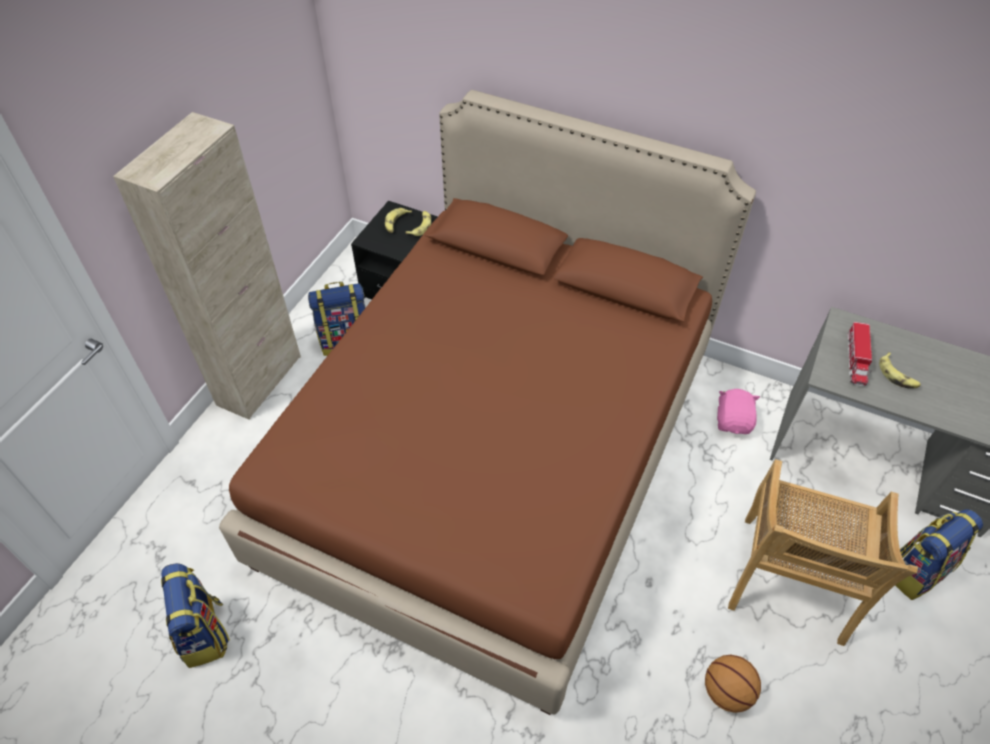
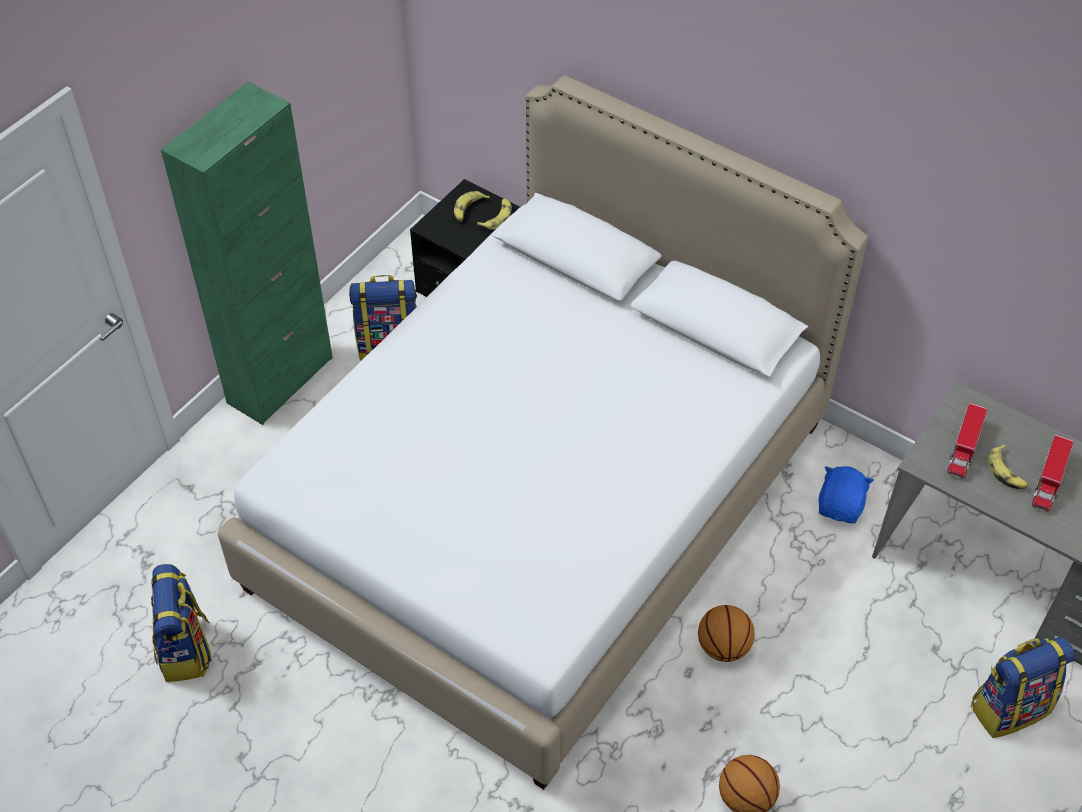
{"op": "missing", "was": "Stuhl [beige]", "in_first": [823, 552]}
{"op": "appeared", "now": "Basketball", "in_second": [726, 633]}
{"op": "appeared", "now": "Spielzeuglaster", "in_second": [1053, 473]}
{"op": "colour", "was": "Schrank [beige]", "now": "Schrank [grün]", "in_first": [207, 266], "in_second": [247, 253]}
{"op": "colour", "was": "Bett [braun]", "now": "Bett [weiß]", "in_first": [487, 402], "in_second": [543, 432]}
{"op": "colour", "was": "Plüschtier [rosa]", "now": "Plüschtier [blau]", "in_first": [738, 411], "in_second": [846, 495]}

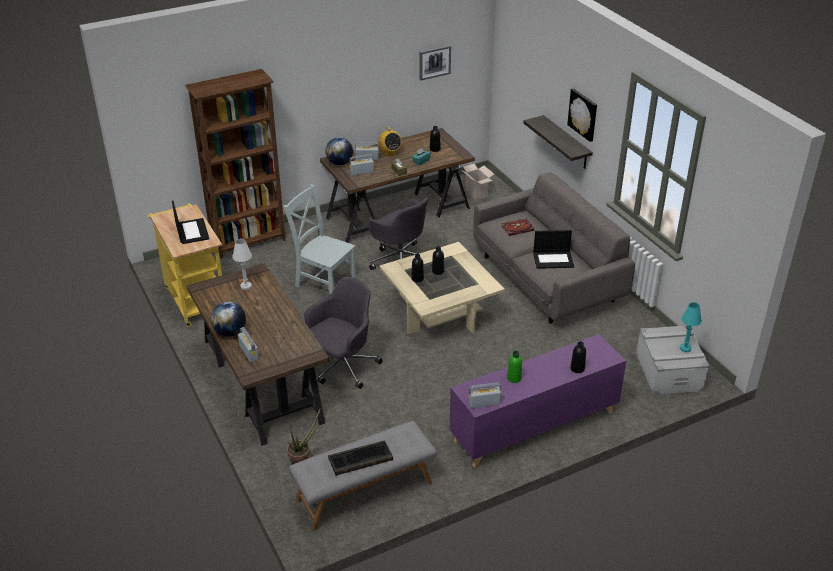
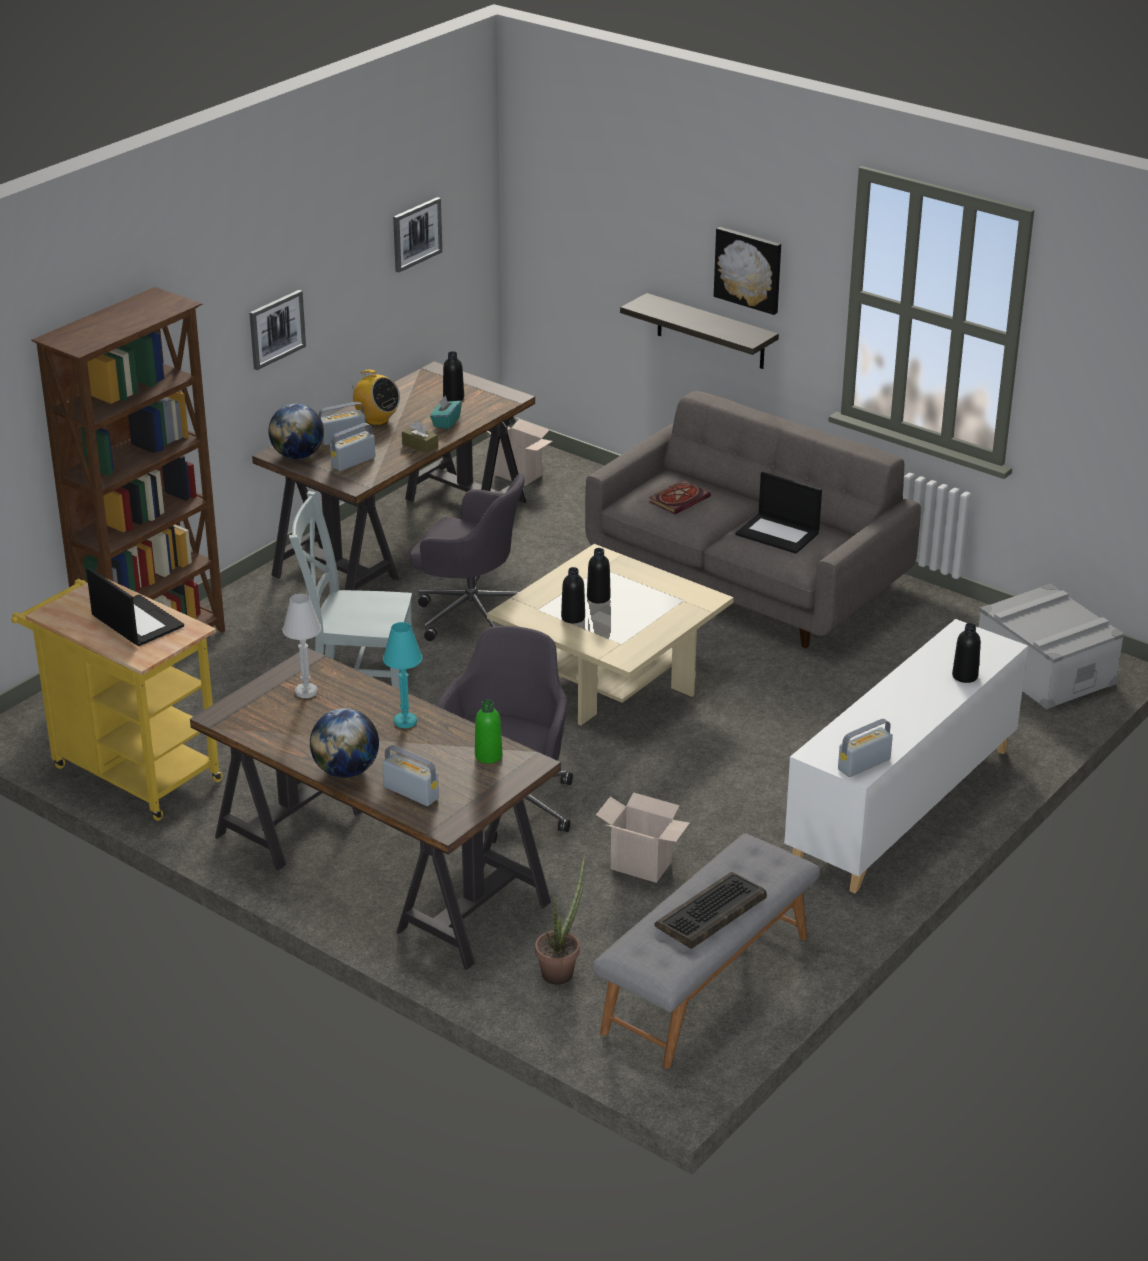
{"op": "appeared", "now": "Bild", "in_second": [277, 330]}
{"op": "appeared", "now": "Karton", "in_second": [643, 837]}
{"op": "relocated", "was": "Flasche [grün]", "in_first": [514, 367], "in_second": [488, 732]}
{"op": "relocated", "was": "Tischlampe [türkis]", "in_first": [691, 327], "in_second": [402, 675]}
{"op": "colour", "was": "Schrank [lila]", "now": "Schrank [weiß]", "in_first": [537, 400], "in_second": [906, 756]}
{"op": "spun", "was": "Laptop", "in_first": [553, 249], "in_second": [778, 513], "clockwise": 60}

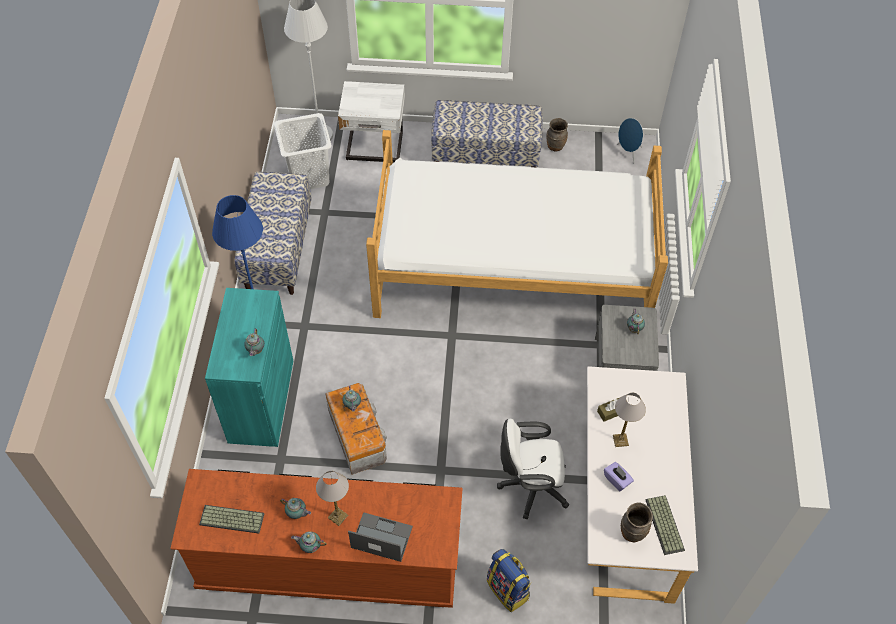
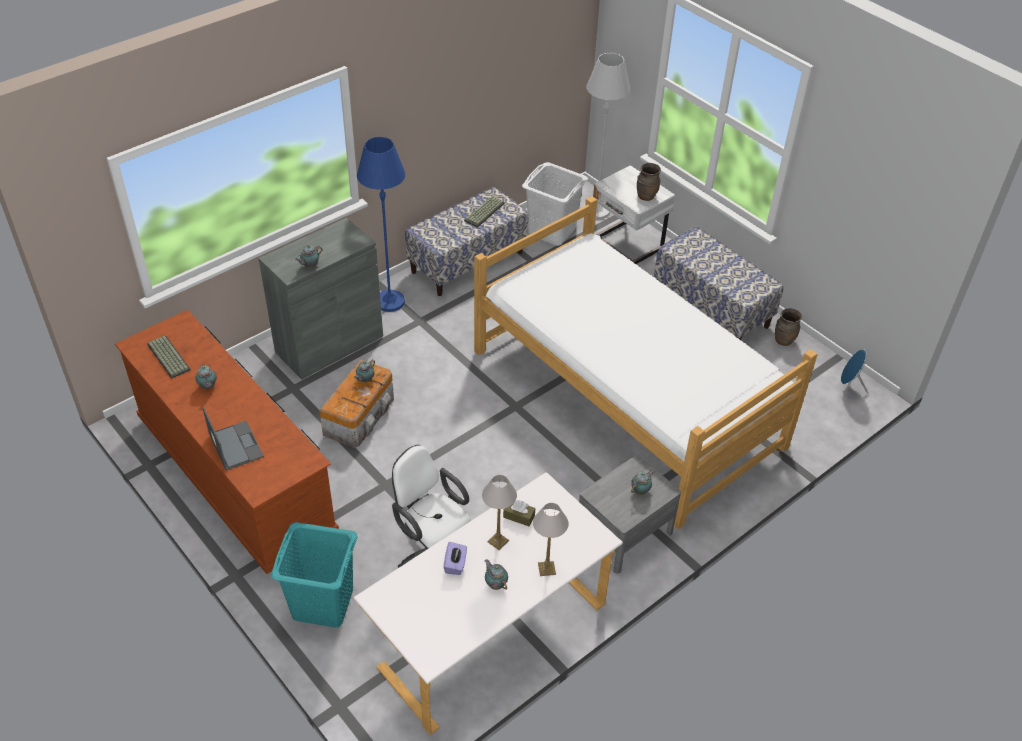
{"op": "relocated", "was": "Teekanne", "in_first": [309, 542], "in_second": [496, 574]}
{"op": "relocated", "was": "Tischlampe", "in_first": [332, 498], "in_second": [551, 539]}
{"op": "relocated", "was": "Vase [braun]", "in_first": [637, 522], "in_second": [649, 182]}
{"op": "relocated", "was": "Tastatur", "in_first": [665, 525], "in_second": [484, 211]}
{"op": "exchanged", "was": "Rucksack", "now": "Wäschekorb [türkis]", "in_first": [509, 580], "in_second": [314, 575]}
{"op": "colour", "was": "Schrank [türkis]", "now": "Schrank [grau]", "in_first": [249, 367], "in_second": [320, 299]}

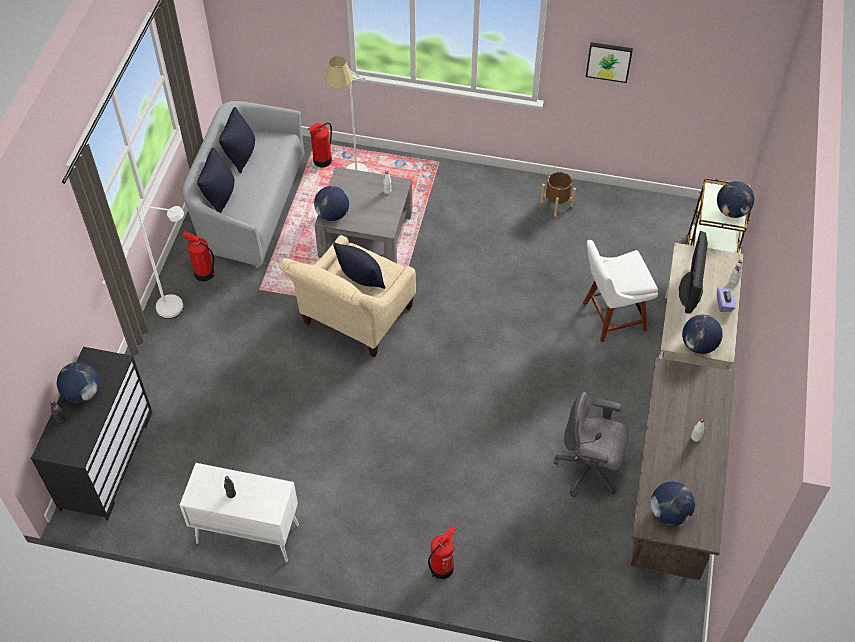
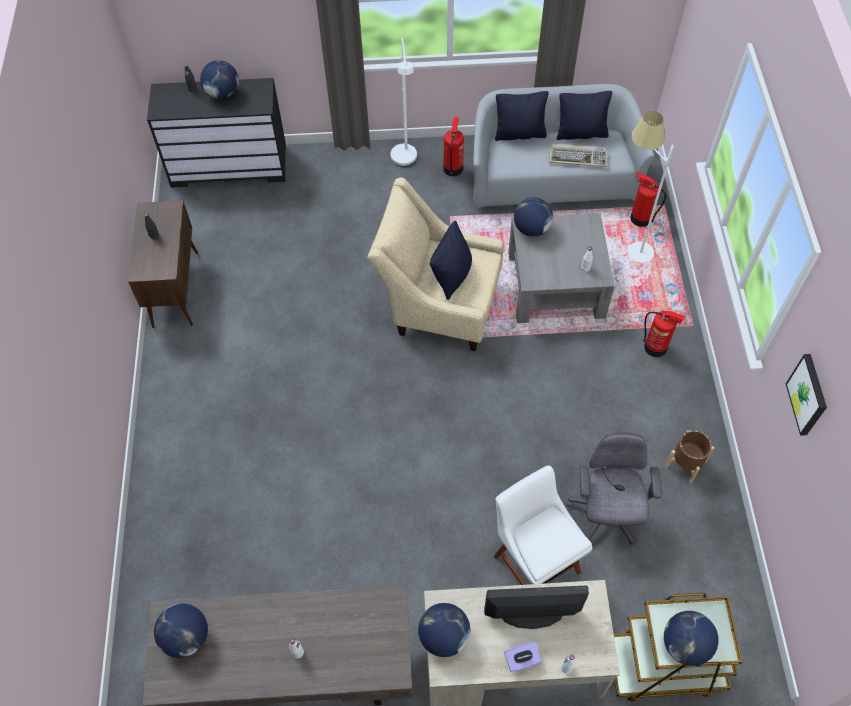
{"op": "appeared", "now": "Tastatur", "in_second": [578, 155]}
{"op": "relocated", "was": "Feuerlöscher", "in_first": [442, 552], "in_second": [664, 333]}
{"op": "relocated", "was": "Bürostuhl [grau]", "in_first": [591, 444], "in_second": [614, 488]}
{"op": "colour", "was": "Schrank [weiß]", "now": "Schrank [braun]", "in_first": [239, 512], "in_second": [163, 264]}

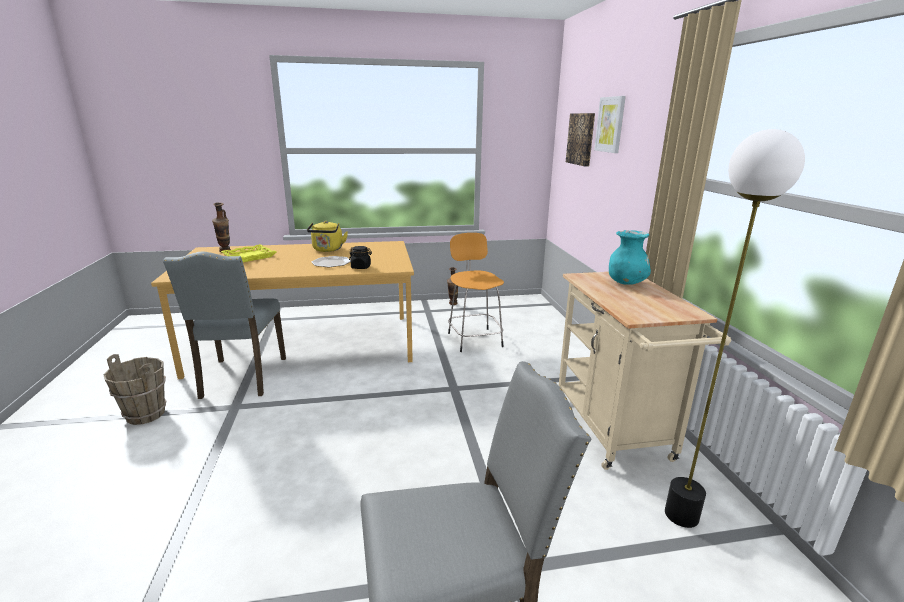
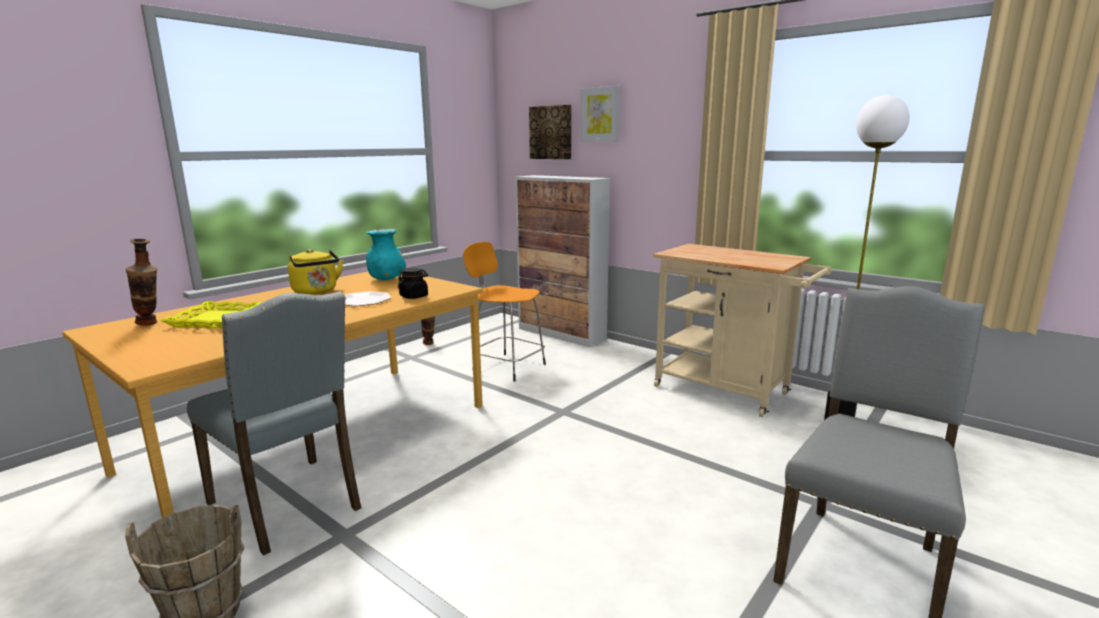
{"op": "appeared", "now": "Schrank", "in_second": [562, 261]}
{"op": "relocated", "was": "Vase [türkis]", "in_first": [630, 257], "in_second": [386, 254]}

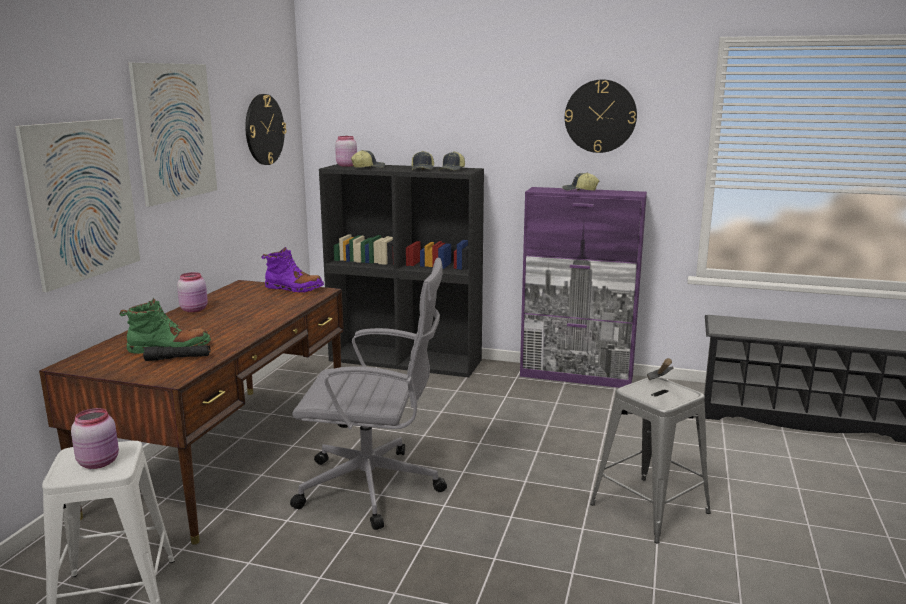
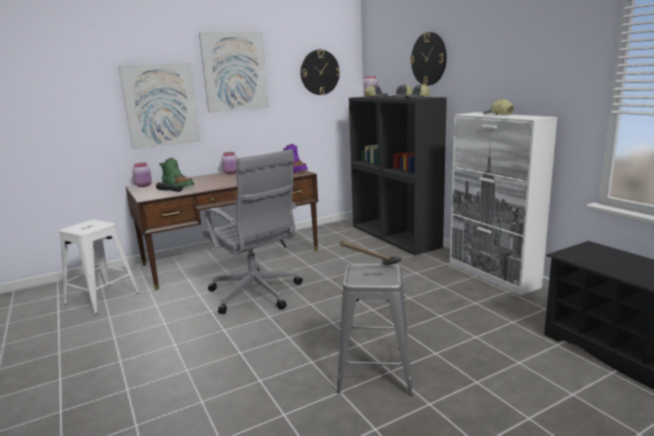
{"op": "relocated", "was": "Vorratsglas [rosa]", "in_first": [95, 438], "in_second": [142, 175]}
{"op": "relocated", "was": "Wanduhr", "in_first": [601, 116], "in_second": [428, 59]}
{"op": "colour", "was": "Schrank [lila]", "now": "Schrank [weiß]", "in_first": [583, 287], "in_second": [503, 203]}

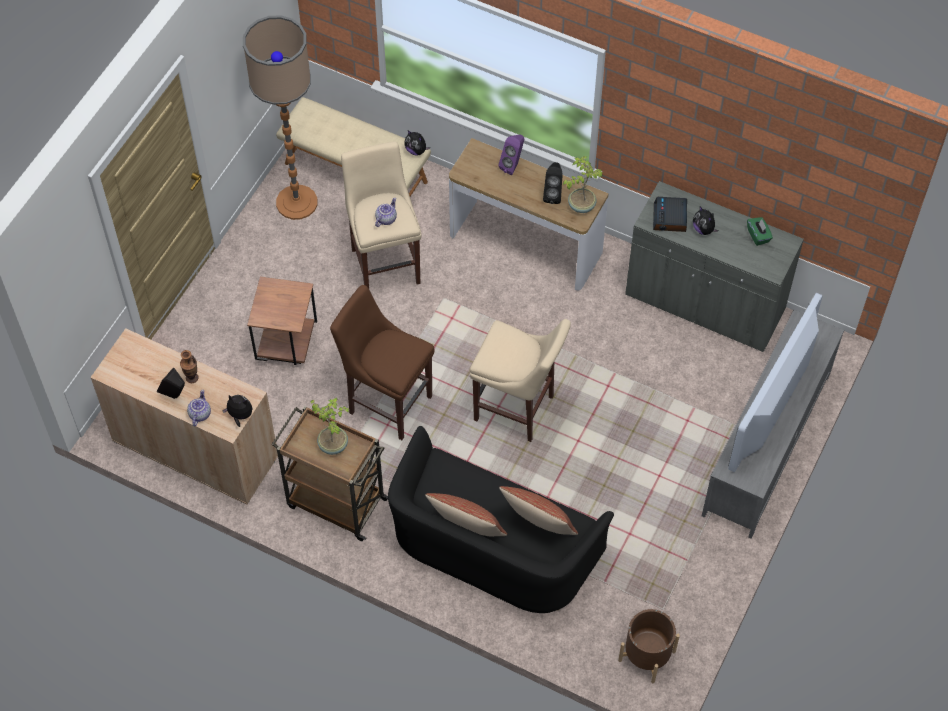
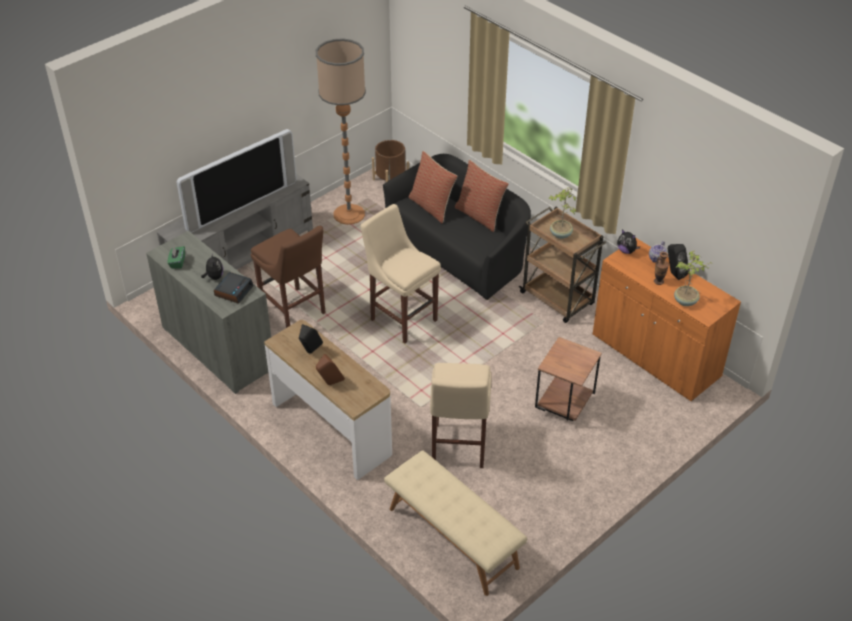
{"op": "missing", "was": "Teekanne", "in_first": [386, 212]}
{"op": "missing", "was": "Plüschtier", "in_first": [417, 143]}
{"op": "relocated", "was": "Stehlampe", "in_first": [280, 117], "in_second": [341, 131]}
{"op": "relocated", "was": "Hocker [braun]", "in_first": [382, 362], "in_second": [288, 277]}
{"op": "relocated", "was": "Topfpflanze", "in_first": [583, 184], "in_second": [693, 278]}
{"op": "colour", "was": "Schrank [beige]", "now": "Schrank [orange]", "in_first": [184, 416], "in_second": [667, 320]}
{"op": "colour", "was": "Lautsprecher [lila]", "now": "Lautsprecher [braun]", "in_first": [511, 154], "in_second": [330, 369]}

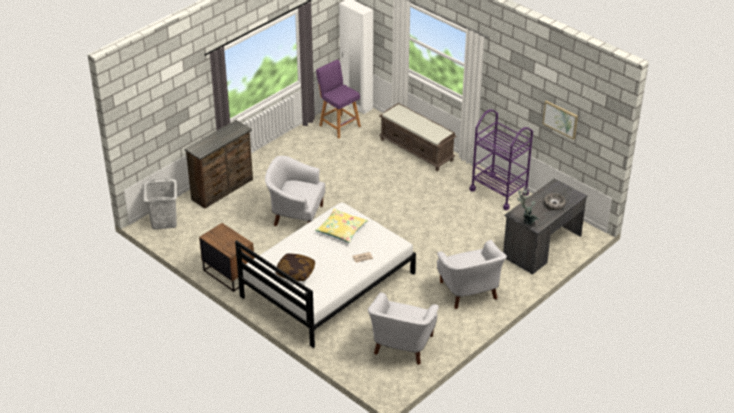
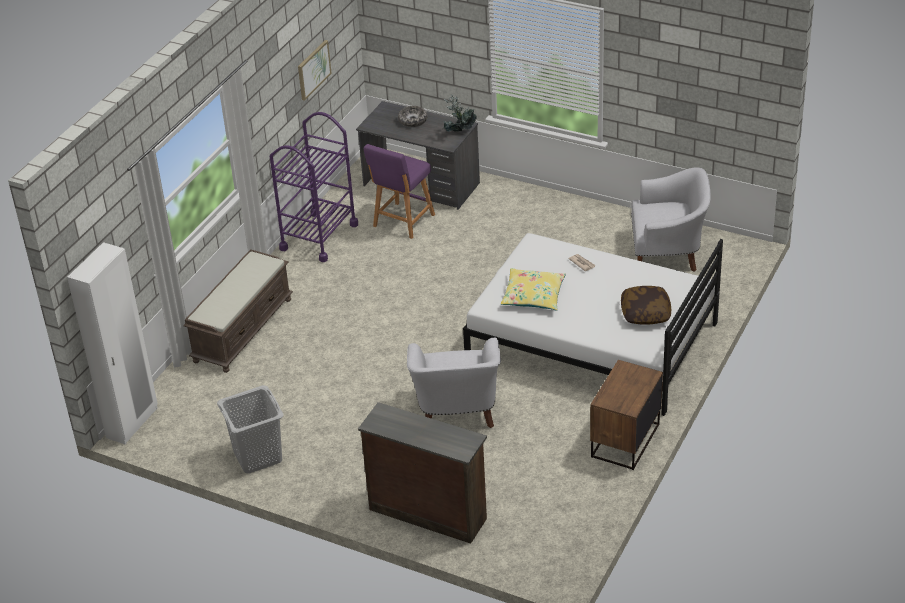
{"op": "missing", "was": "Sessel [weiß]", "in_first": [472, 274]}
{"op": "relocated", "was": "Wäschekorb [grau]", "in_first": [160, 203], "in_second": [250, 429]}
{"op": "relocated", "was": "Hocker [lila]", "in_first": [338, 98], "in_second": [399, 191]}

